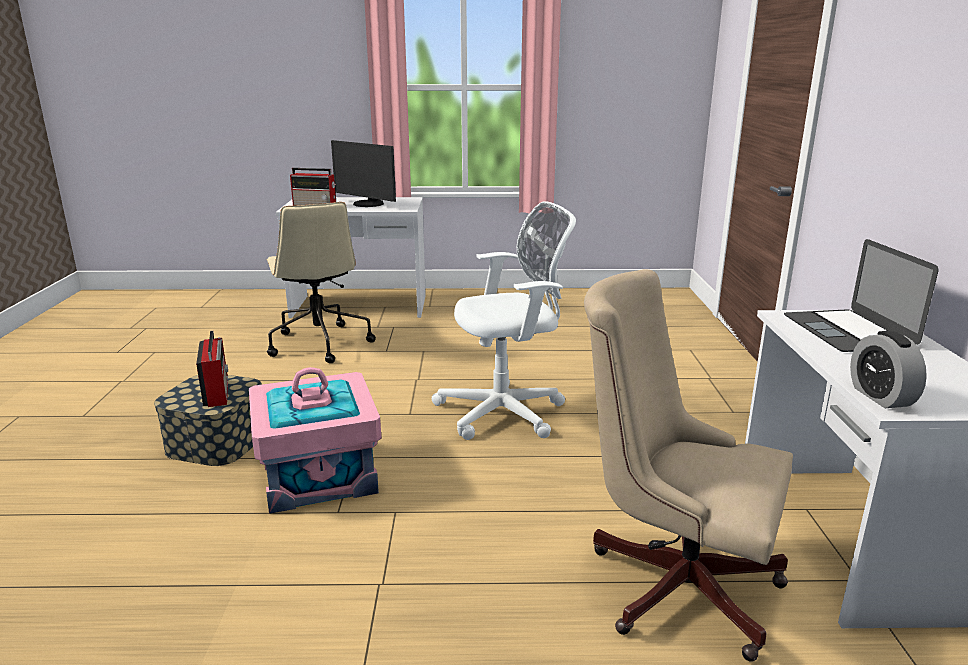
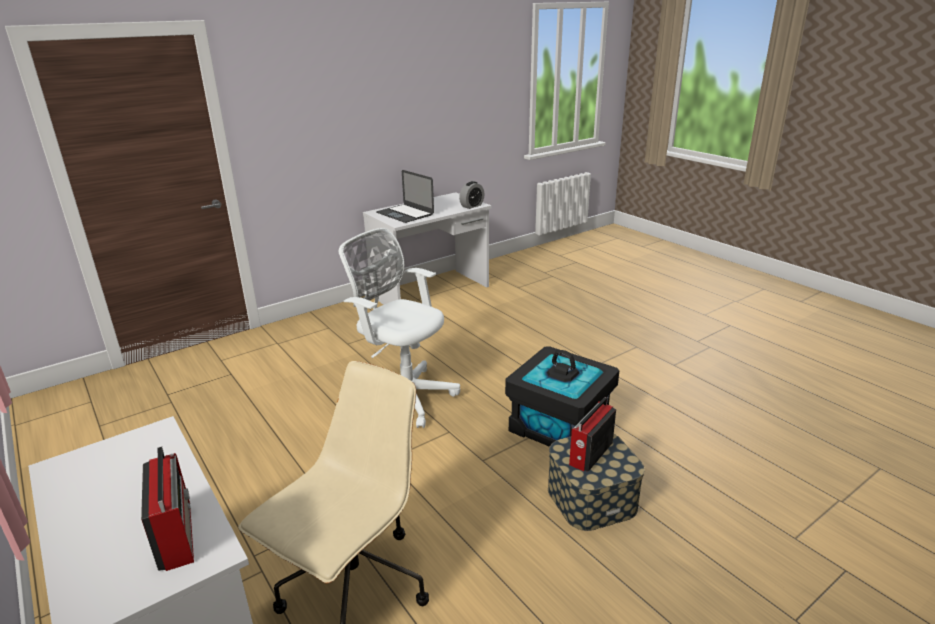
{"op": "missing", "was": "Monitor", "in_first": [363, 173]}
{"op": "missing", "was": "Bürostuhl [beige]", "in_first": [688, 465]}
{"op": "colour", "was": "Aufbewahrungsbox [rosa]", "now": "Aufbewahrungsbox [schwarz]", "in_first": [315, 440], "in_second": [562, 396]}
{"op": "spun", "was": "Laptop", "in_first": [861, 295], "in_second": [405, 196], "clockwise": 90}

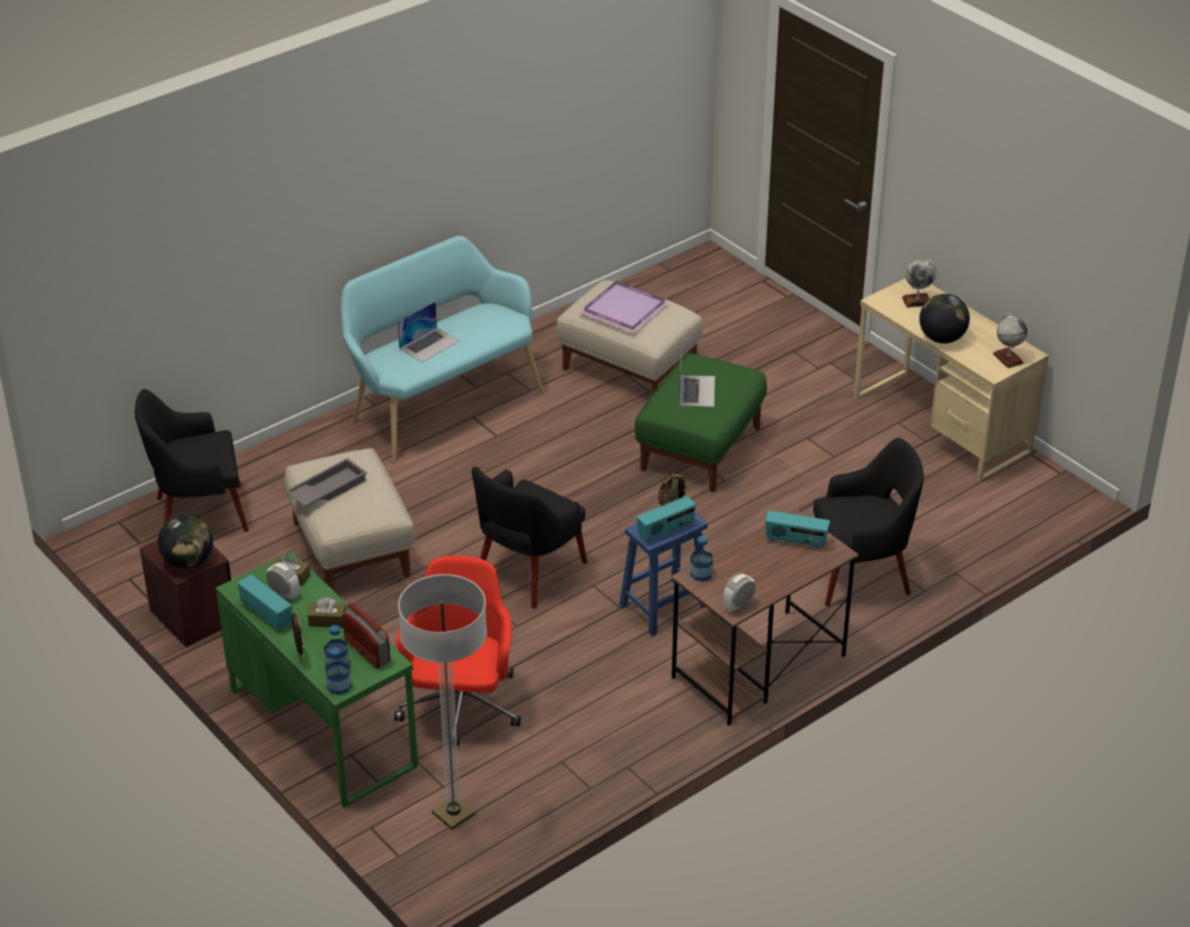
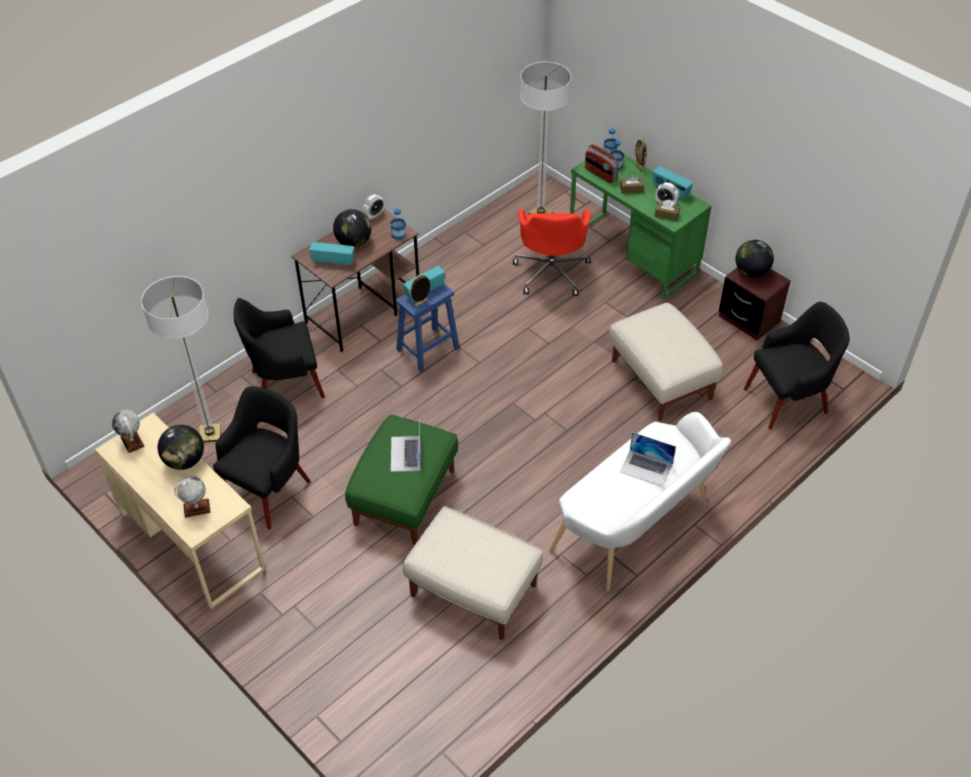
{"op": "missing", "was": "Tablett [grau]", "in_first": [326, 482]}
{"op": "missing", "was": "Tablett [lila]", "in_first": [624, 307]}
{"op": "appeared", "now": "Stehlampe", "in_second": [181, 359]}
{"op": "appeared", "now": "Globus", "in_second": [352, 228]}
{"op": "relocated", "was": "Sessel [schwarz]", "in_first": [529, 537], "in_second": [262, 457]}
{"op": "colour", "was": "Bank [türkis]", "now": "Bank [weiß]", "in_first": [442, 349], "in_second": [640, 502]}
{"op": "spun", "was": "Laptop", "in_first": [428, 331], "in_second": [648, 459], "clockwise": -105}

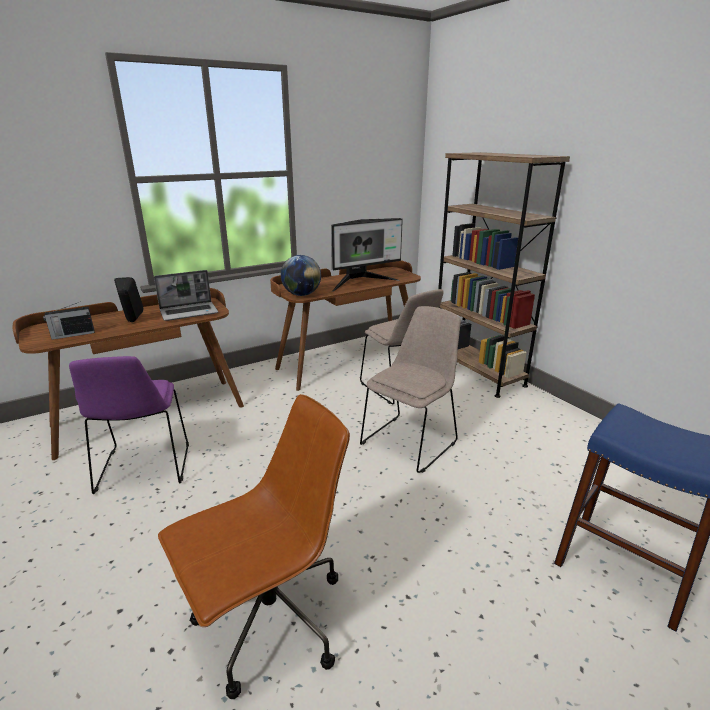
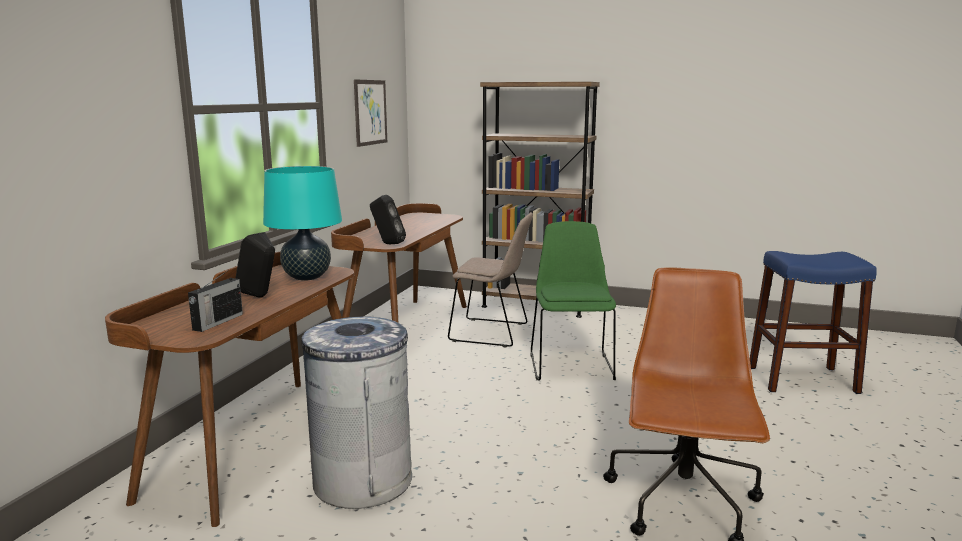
{"op": "missing", "was": "Monitor", "in_first": [367, 255]}
{"op": "appeared", "now": "Bild", "in_second": [370, 113]}
{"op": "exchanged", "was": "Stuhl [lila]", "now": "Mülleimer [grau]", "in_first": [129, 425], "in_second": [357, 413]}
{"op": "exchanged", "was": "Laptop", "now": "Tischlampe [türkis]", "in_first": [186, 295], "in_second": [302, 223]}
{"op": "exchanged", "was": "Globus", "now": "Lautsprecher [schwarz]", "in_first": [301, 275], "in_second": [388, 219]}
{"op": "colour", "was": "Stuhl [beige]", "now": "Stuhl [grün]", "in_first": [410, 389], "in_second": [573, 301]}

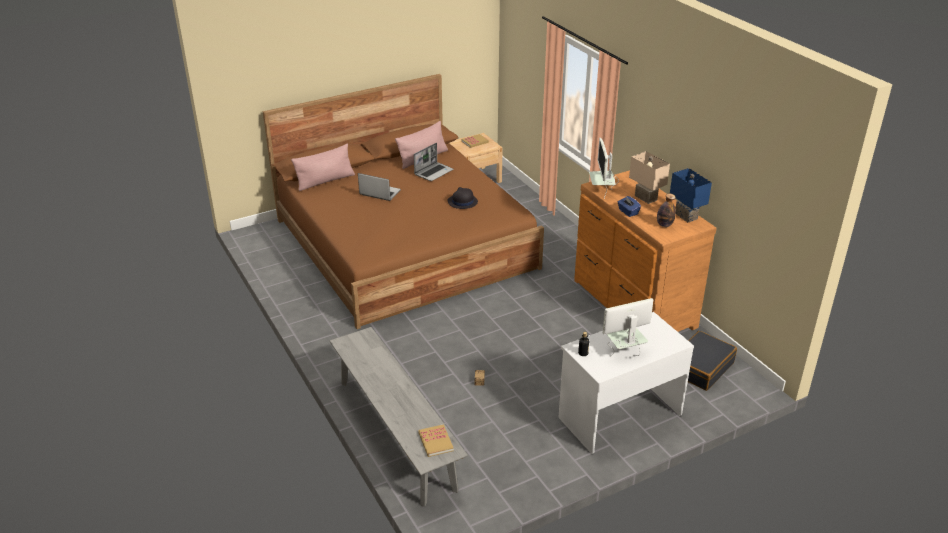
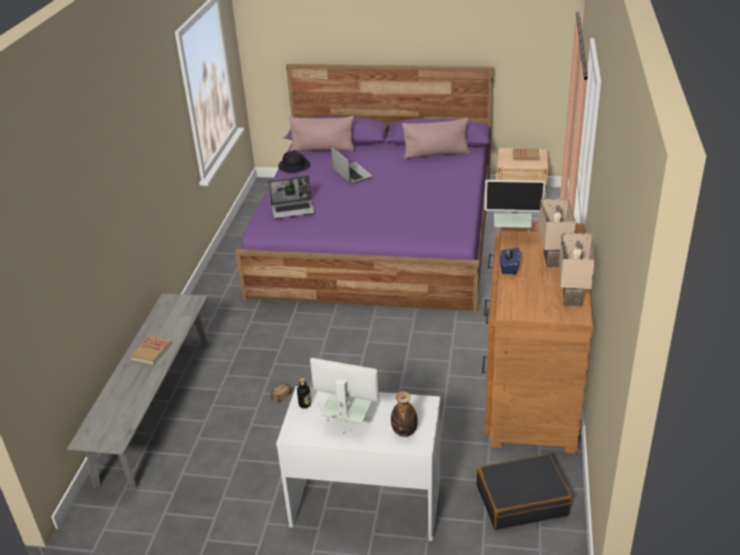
{"op": "relocated", "was": "Laptop", "in_first": [434, 162], "in_second": [291, 197]}
{"op": "relocated", "was": "Buch", "in_first": [436, 440], "in_second": [151, 350]}
{"op": "relocated", "was": "Hut [schwarz]", "in_first": [463, 198], "in_second": [294, 161]}
{"op": "relocated", "was": "Flasche", "in_first": [666, 210], "in_second": [404, 414]}
{"op": "colour", "was": "Bett [braun]", "now": "Bett [lila]", "in_first": [403, 201], "in_second": [364, 188]}
{"op": "colour", "was": "Tischlampe [blau]", "now": "Tischlampe [beige]", "in_first": [691, 195], "in_second": [577, 269]}
{"op": "spun", "was": "Monitor", "in_first": [604, 168], "in_second": [515, 208], "clockwise": -120}

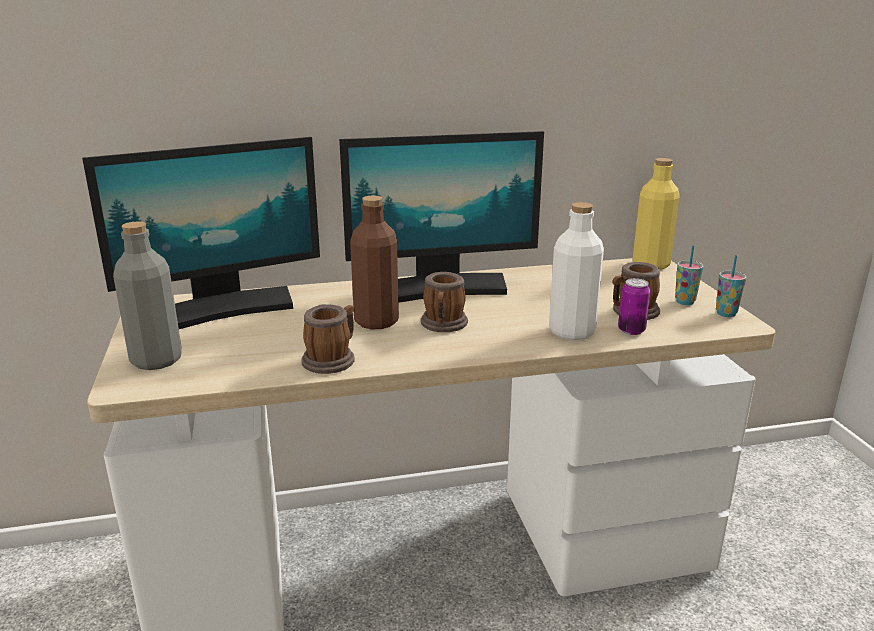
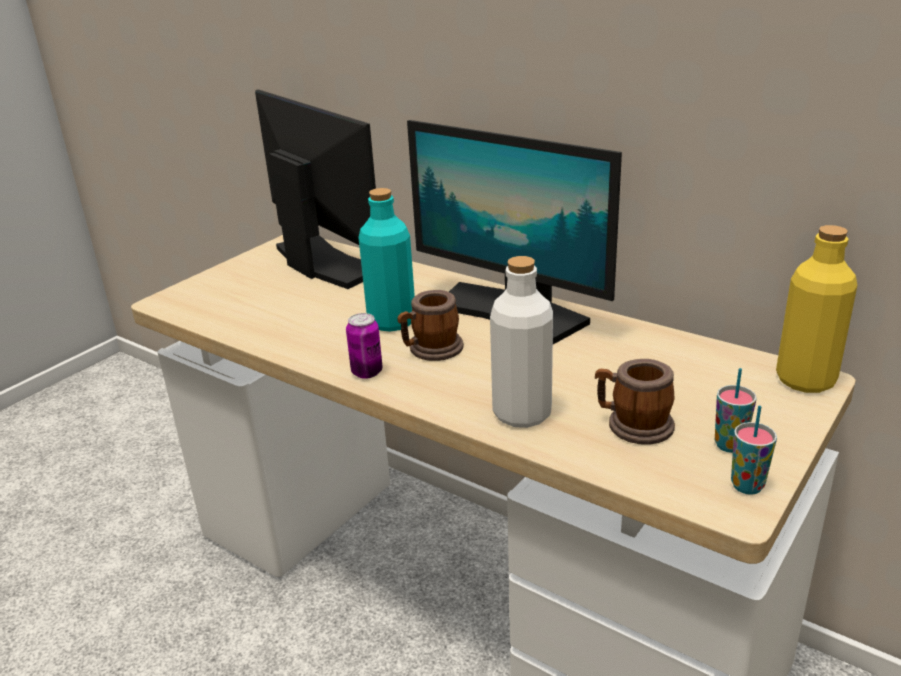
{"op": "missing", "was": "Flasche [grau]", "in_first": [147, 295]}
{"op": "missing", "was": "Henkelbecher", "in_first": [328, 339]}
{"op": "relocated", "was": "Dose", "in_first": [634, 306], "in_second": [364, 346]}
{"op": "colour", "was": "Flasche [braun]", "now": "Flasche [türkis]", "in_first": [374, 262], "in_second": [386, 260]}
{"op": "spun", "was": "Monitor", "in_first": [201, 233], "in_second": [315, 189], "clockwise": -150}

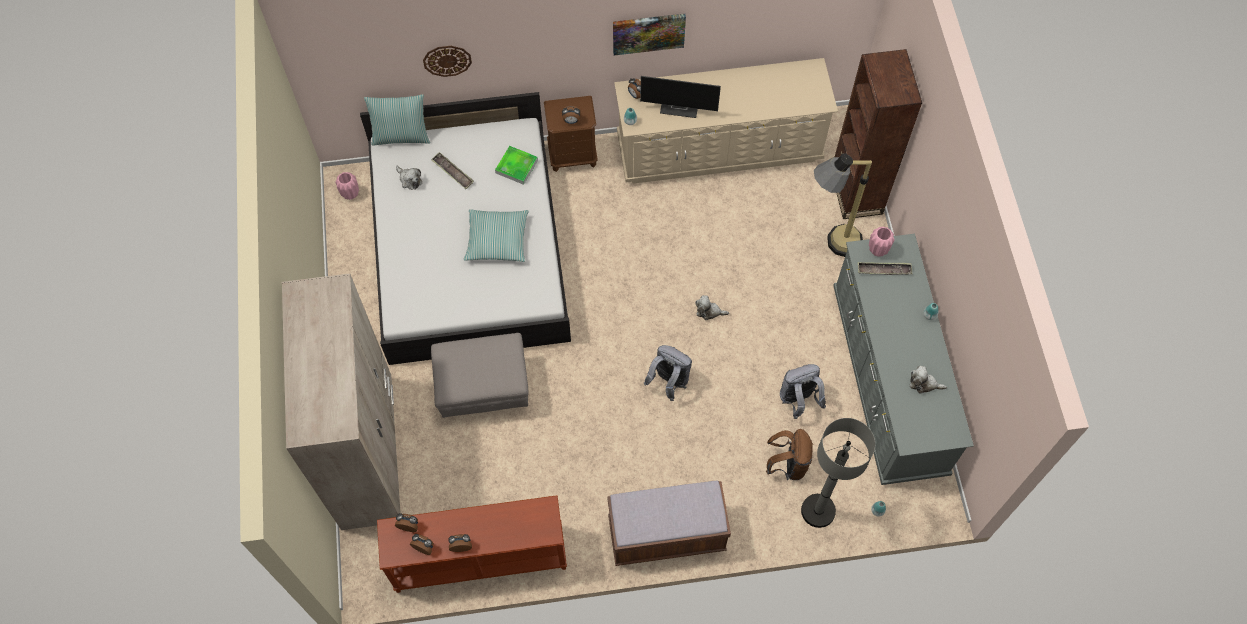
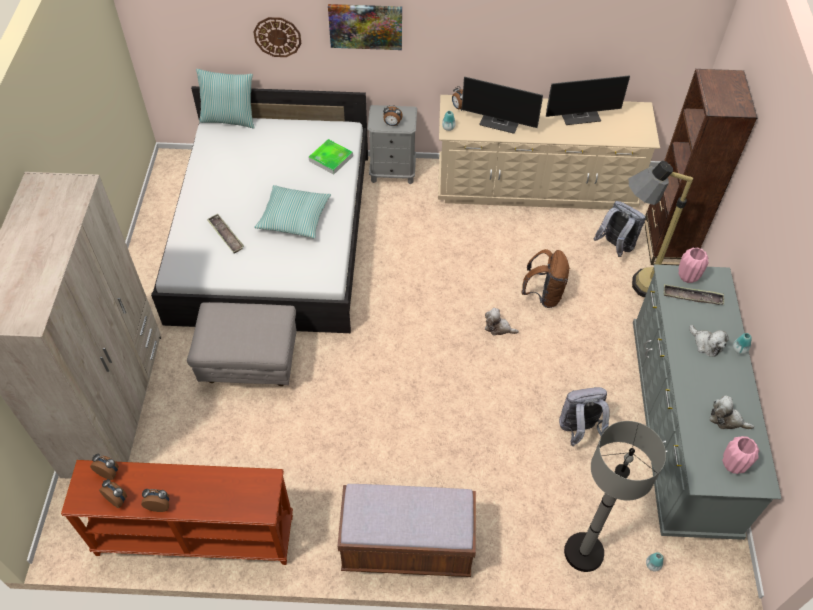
{"op": "appeared", "now": "Monitor", "in_second": [588, 100]}
{"op": "relocated", "was": "Vase [rosa]", "in_first": [347, 186], "in_second": [740, 455]}
{"op": "relocated", "was": "Plüschtier", "in_first": [409, 178], "in_second": [709, 341]}
{"op": "relocated", "was": "Tablett", "in_first": [452, 170], "in_second": [225, 233]}
{"op": "relocated", "was": "Bild", "in_first": [649, 34], "in_second": [365, 27]}
{"op": "relocated", "was": "Rucksack [grau]", "in_first": [668, 373], "in_second": [620, 229]}
{"op": "relocated", "was": "Rucksack [braun]", "in_first": [789, 454], "in_second": [545, 278]}
{"op": "colour", "was": "Nachttisch [braun]", "now": "Nachttisch [grau]", "in_first": [571, 134], "in_second": [392, 145]}

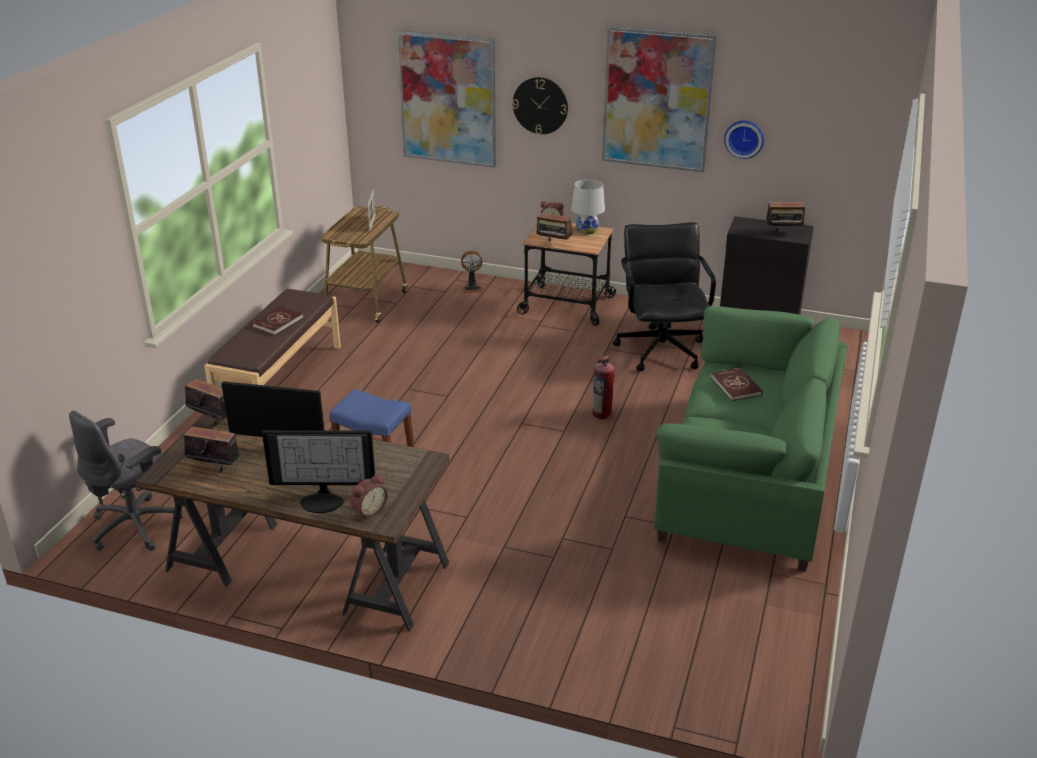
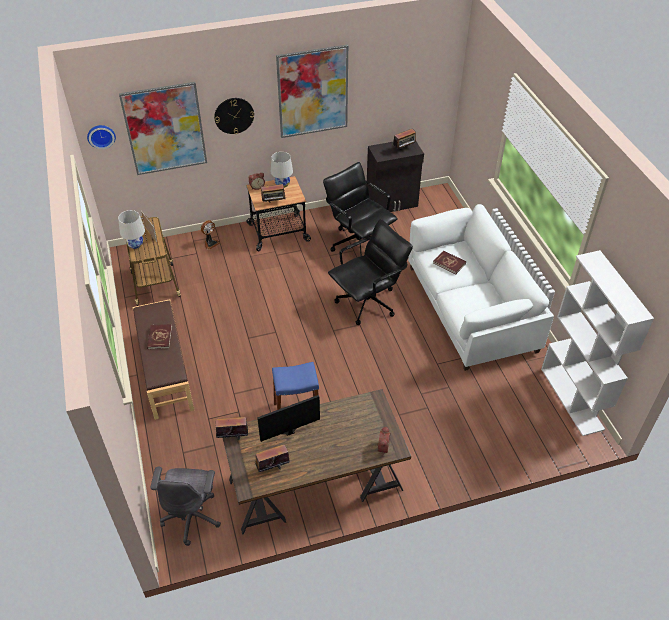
{"op": "missing", "was": "Monitor", "in_first": [318, 471]}
{"op": "appeared", "now": "Tischlampe [weiß]", "in_second": [131, 229]}
{"op": "appeared", "now": "Bücherregal [weiß]", "in_second": [597, 343]}
{"op": "relocated", "was": "Wanduhr", "in_first": [744, 140], "in_second": [101, 137]}
{"op": "exchanged", "was": "Feuerlöscher", "now": "Bürostuhl [schwarz]", "in_first": [603, 387], "in_second": [370, 272]}
{"op": "colour", "was": "Sofa [grün]", "now": "Sofa [weiß]", "in_first": [751, 439], "in_second": [481, 287]}

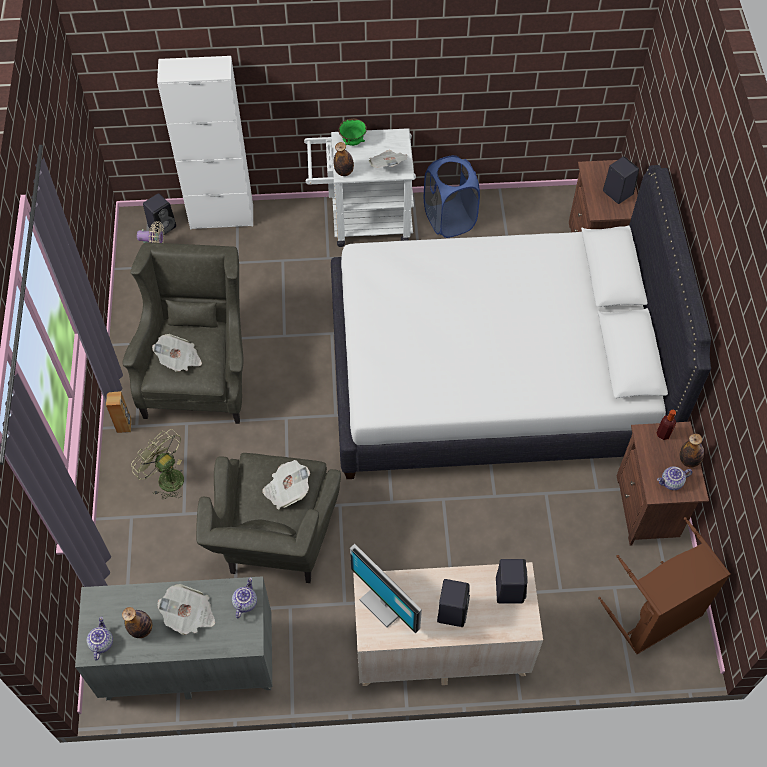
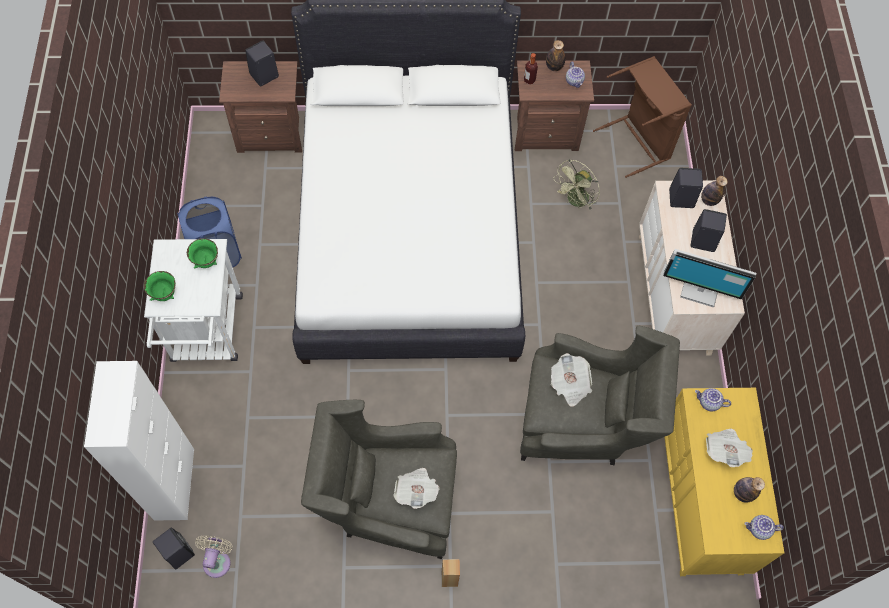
{"op": "relocated", "was": "Ventilator [grün]", "in_first": [157, 464], "in_second": [576, 185]}
{"op": "relocated", "was": "Flasche", "in_first": [343, 159], "in_second": [714, 191]}
{"op": "exchanged", "was": "Zeitung", "now": "Schüssel [grün]", "in_first": [388, 159], "in_second": [202, 253]}
{"op": "colour", "was": "Kommode [grau]", "now": "Kommode [gelb]", "in_first": [173, 638], "in_second": [724, 482]}
{"op": "spun", "was": "Monitor", "in_first": [386, 588], "in_second": [709, 278], "clockwise": 60}

